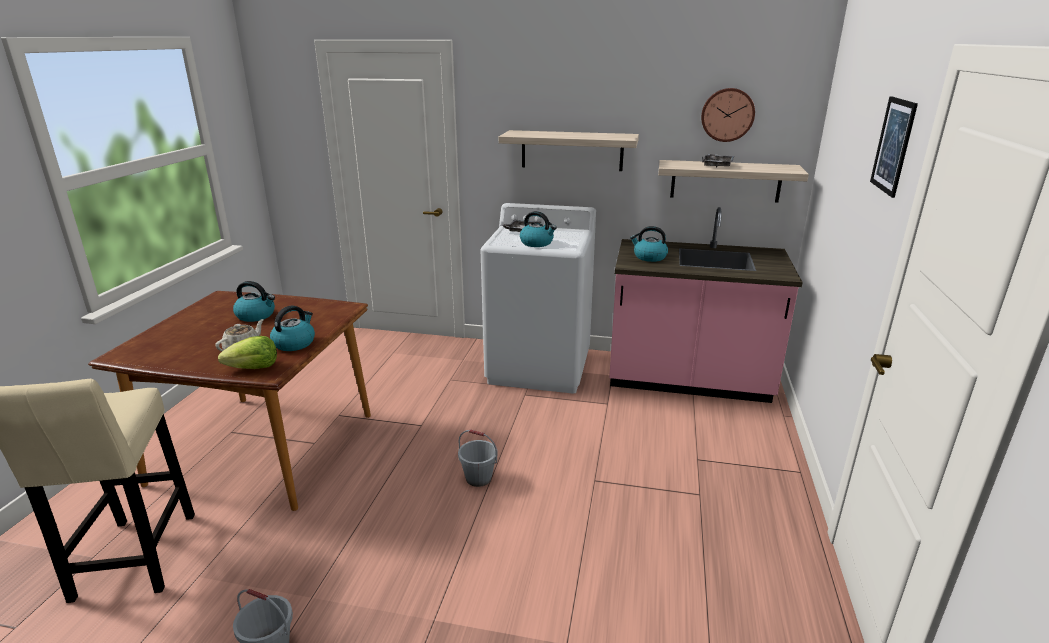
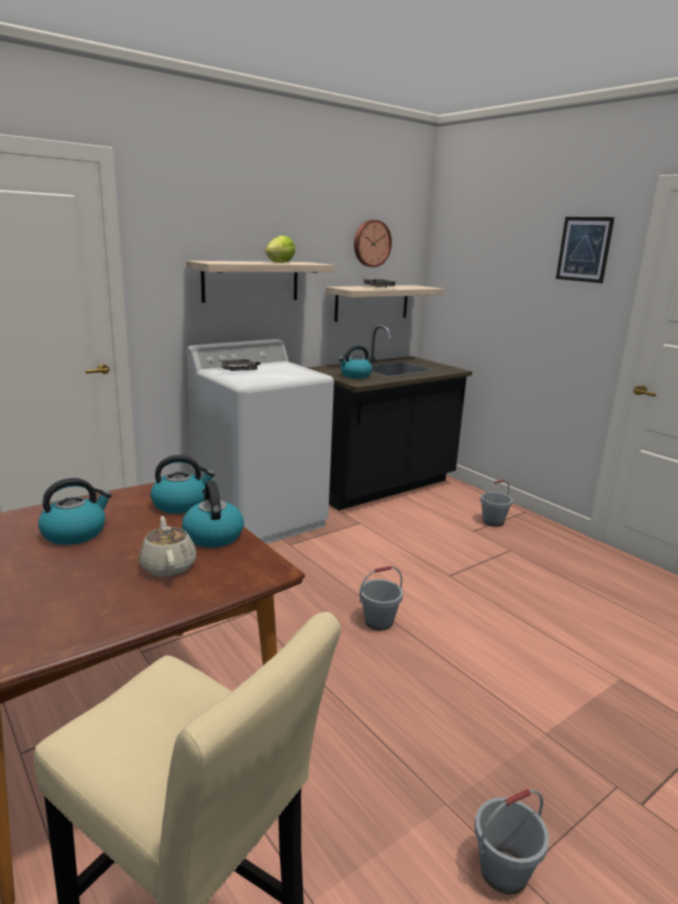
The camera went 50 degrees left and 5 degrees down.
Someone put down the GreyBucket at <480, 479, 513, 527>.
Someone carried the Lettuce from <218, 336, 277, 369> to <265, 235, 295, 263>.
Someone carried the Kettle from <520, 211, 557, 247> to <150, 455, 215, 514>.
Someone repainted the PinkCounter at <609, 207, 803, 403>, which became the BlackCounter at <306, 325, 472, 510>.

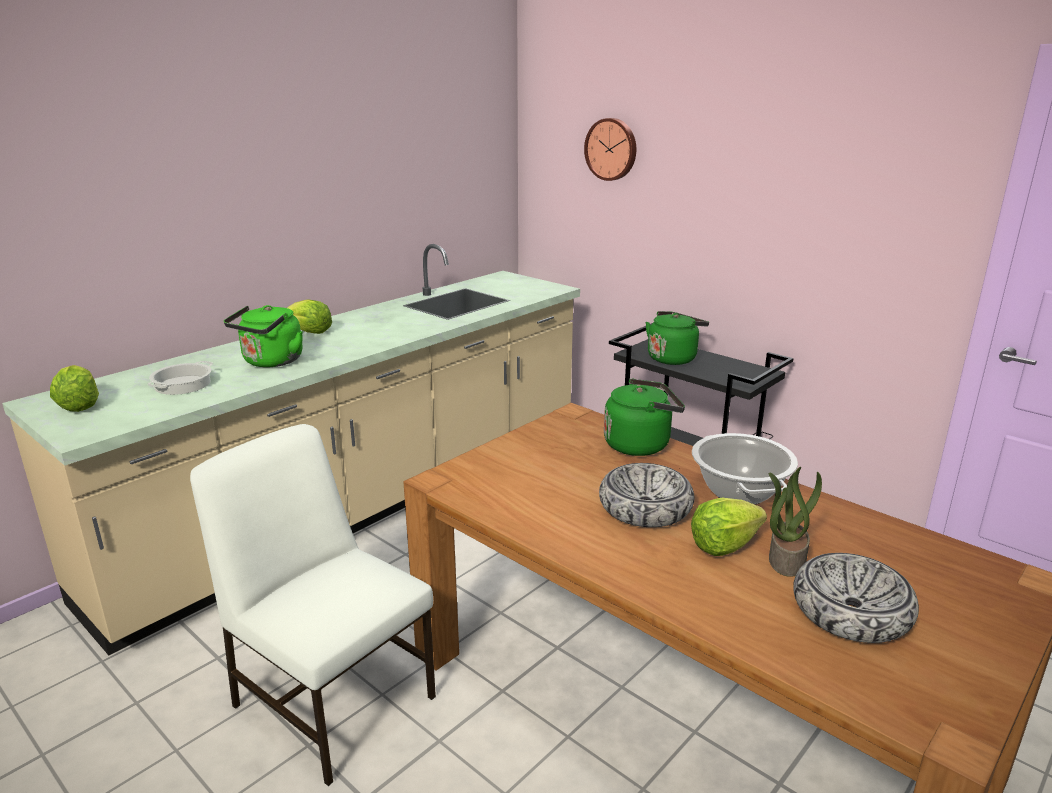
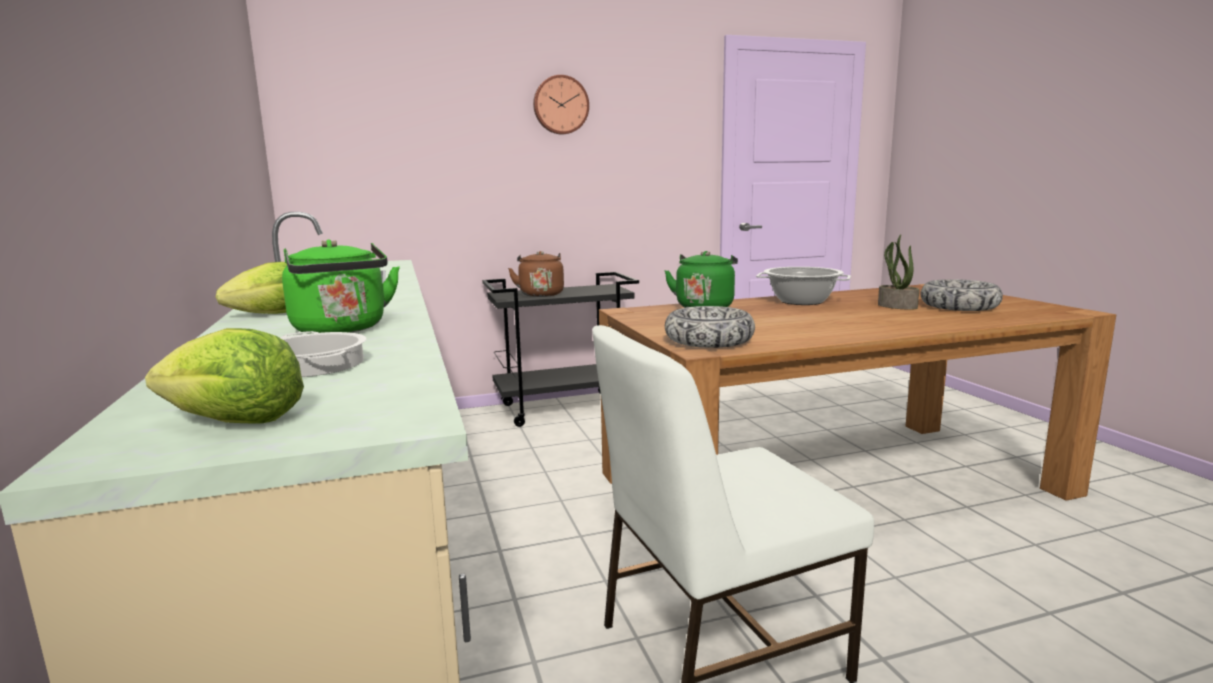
The camera went 60 degrees left and 10 degrees down.
Someone took away the Lettuce at <691, 498, 767, 556>.
Someone carried the WallClock from <584, 118, 636, 181> to <533, 75, 589, 135>.
Someone carried the Bowl from <599, 463, 694, 527> to <665, 306, 755, 348>.
Someone repainted the GreenKettle at <645, 311, 709, 365>, which became the BrownKettle at <508, 251, 564, 297>.

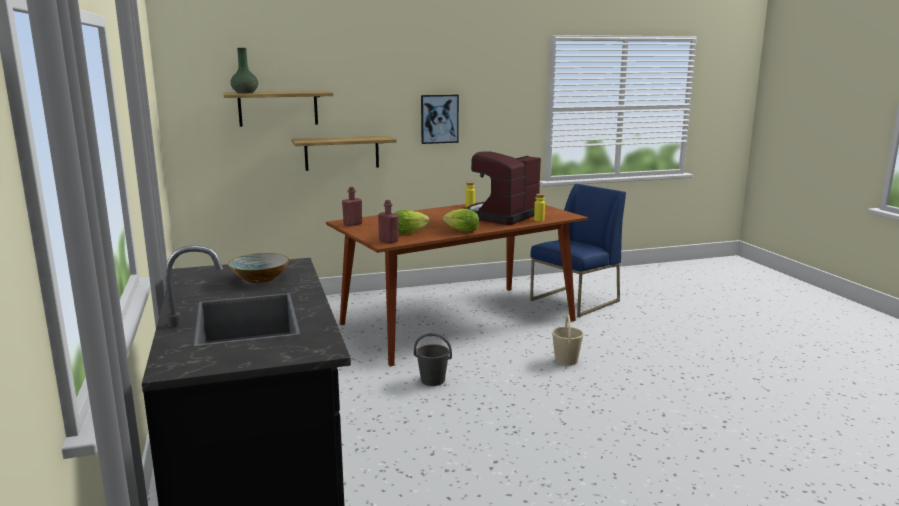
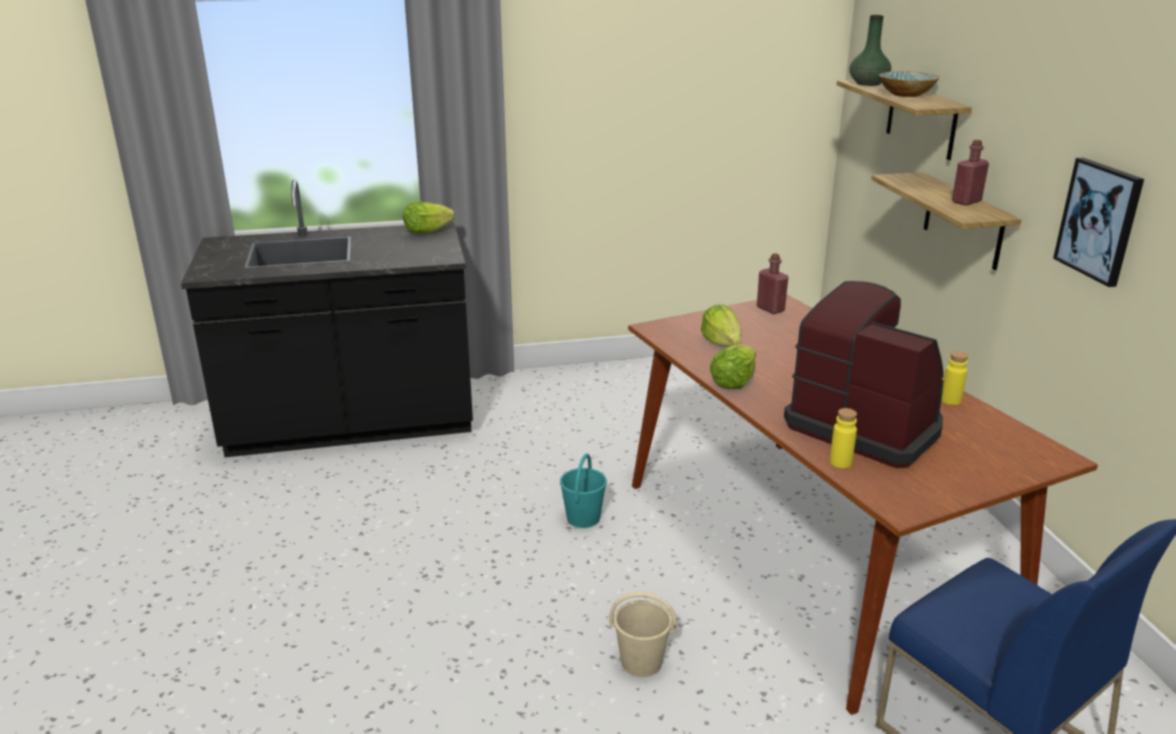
The camera went 95 degrees right and 10 degrees up.
Someone put down the Lettuce at <403, 202, 455, 234>.
Someone carried the Bowl from <228, 253, 289, 283> to <879, 71, 939, 97>.
Someone carried the RedBottle from <378, 200, 399, 243> to <952, 140, 989, 206>.
Someone repainted the GreyBucket at <414, 333, 452, 386>, which became the TurquoiseBucket at <560, 454, 607, 528>.

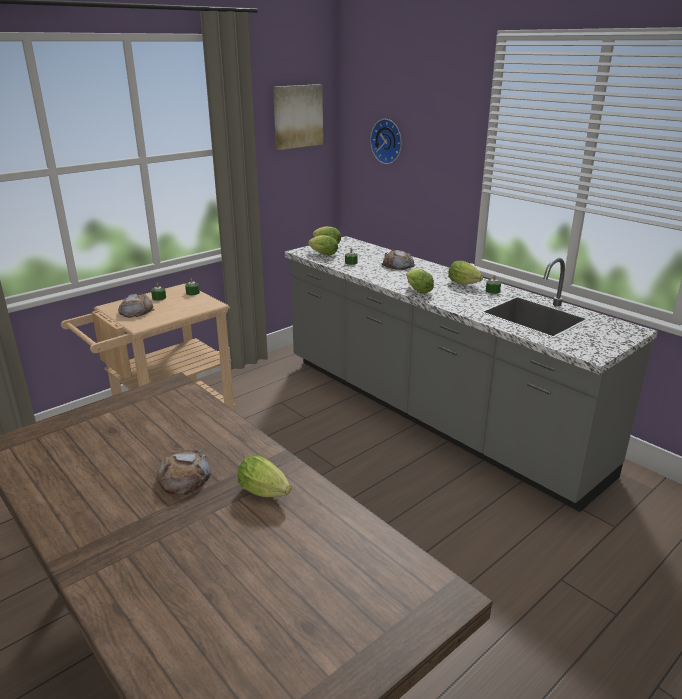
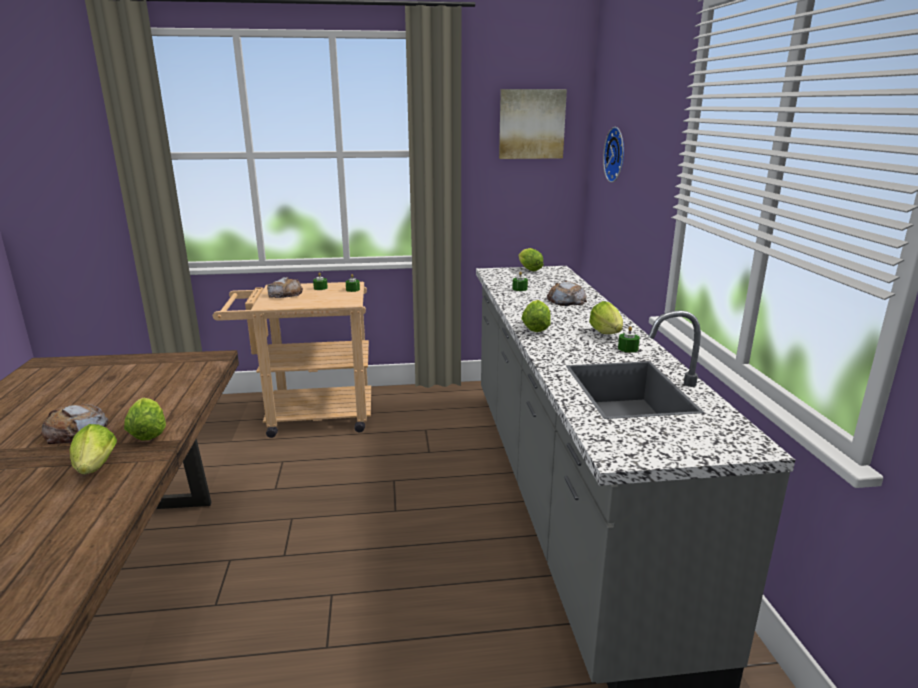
The camera went 35 degrees right and 5 degrees down.
Someone carried the Lettuce from <308, 235, 338, 256> to <124, 397, 166, 441>.

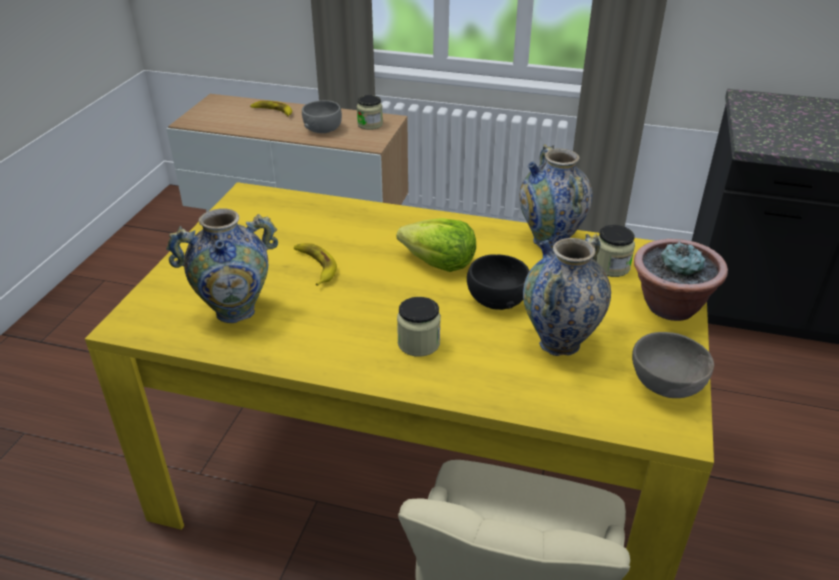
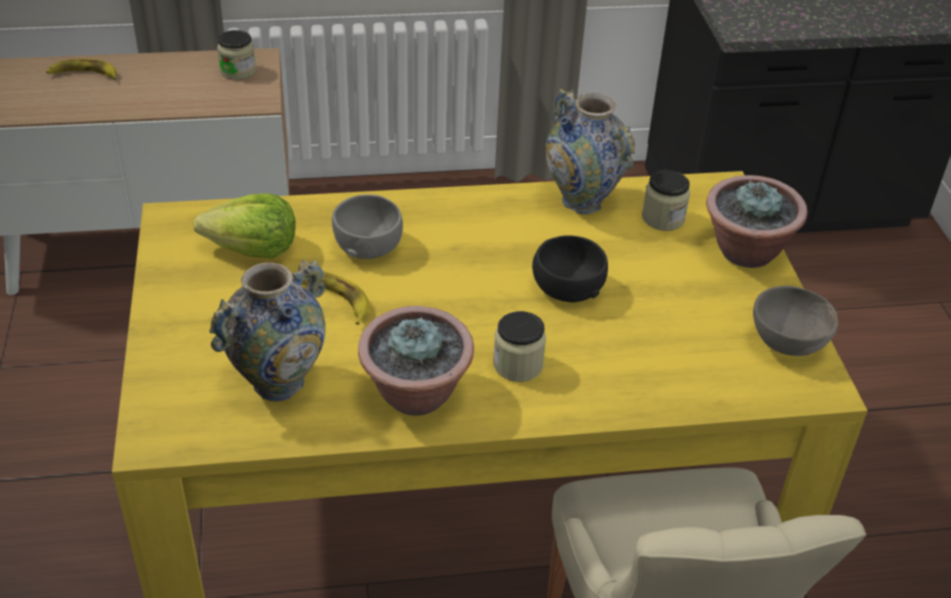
The camera went 25 degrees left and 5 degrees up.
Someone took away the Vase at <523, 234, 611, 356>.
Someone put down the PottedPlant at <358, 306, 474, 416>.
Someone carried the GreyBowl from <302, 100, 342, 133> to <332, 194, 403, 259>.
Someone carried the Lettuce from <397, 218, 476, 272> to <194, 193, 296, 259>.

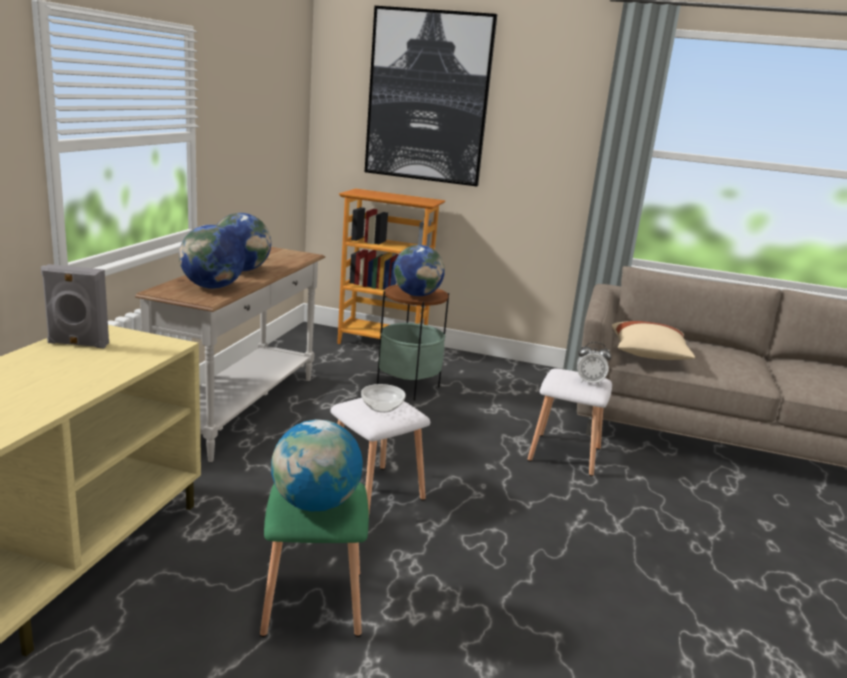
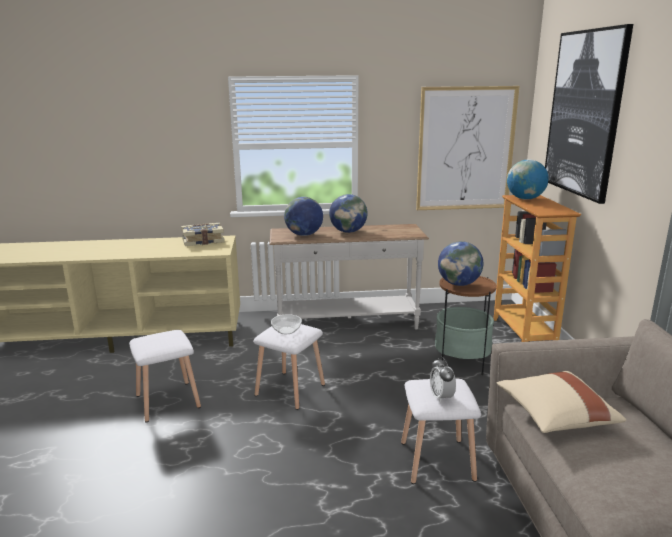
The camera went 70 degrees right and 0 degrees up.
Someone put up the Picture at <416, 86, 519, 210>.
Someone carried the Globe from <271, 419, 363, 511> to <507, 160, 549, 200>.
Someone swapped the GreySpeaker at <41, 264, 109, 348> for the Book at <181, 223, 225, 246>.
Someone repainted the GreenStool at <260, 482, 369, 637>, which became the WhiteStool at <129, 330, 201, 422>.

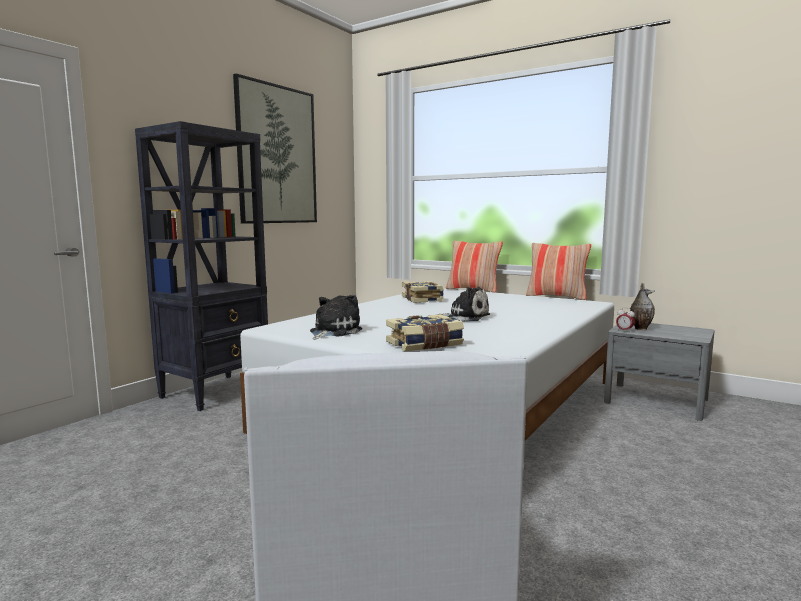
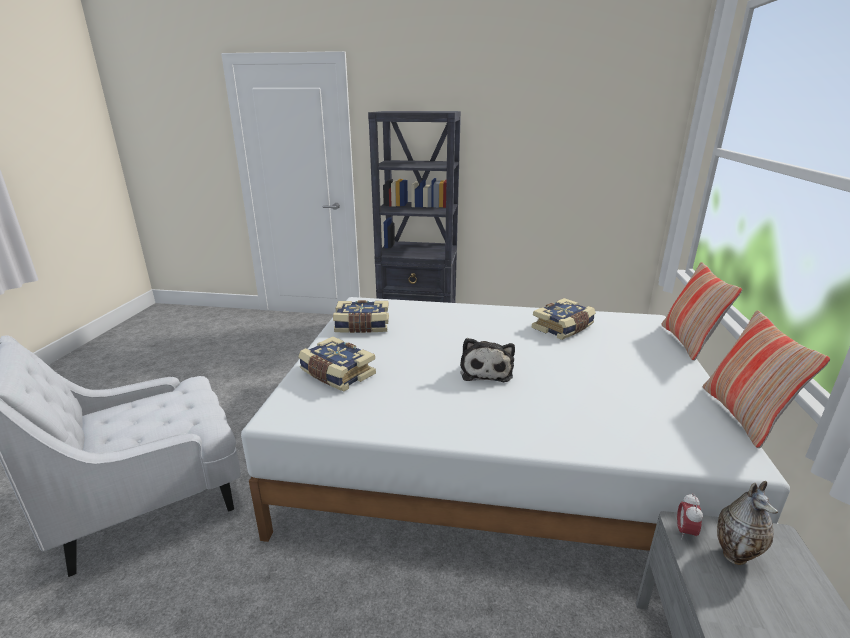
The camera went 65 degrees right and 15 degrees up.
Someone took away the Picture at <233, 73, 317, 224>.
Someone swapped the PlushToy at <310, 295, 362, 339> for the Book at <333, 300, 389, 333>.

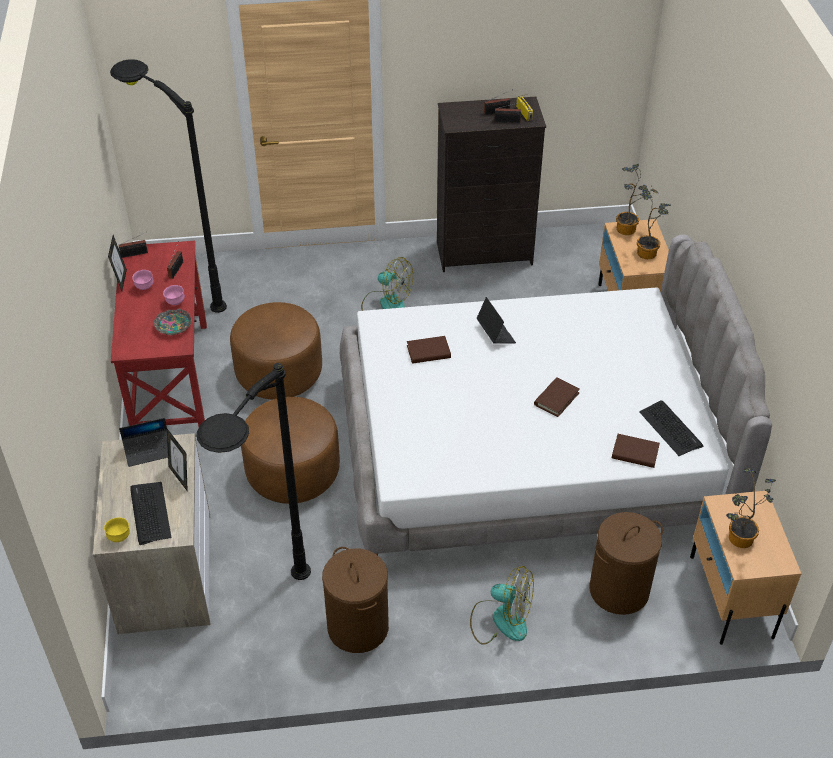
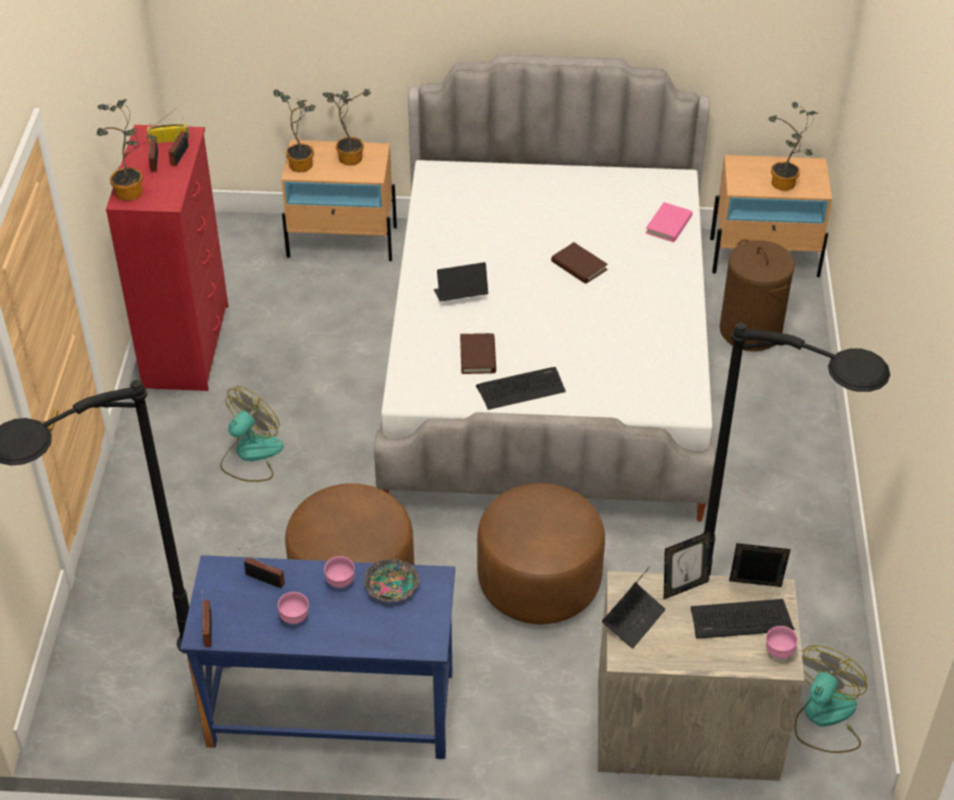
The camera went 80 degrees left and 0 degrees up.
Someone took away the BrownLaundryBasket at <322, 547, 389, 653>.
Someone put down the PottedPlant at <97, 99, 157, 201>.
Someone carried the PictureFrame from <108, 235, 127, 291> to <729, 543, 791, 587>.
Someone carried the Fan from <470, 566, 534, 645> to <794, 645, 867, 753>.
Someone carried the Keyboard from <639, 400, 704, 456> to <476, 367, 566, 410>.
Someone repainted the YellowBowl at <104, 517, 130, 542>, which became the PinkBowl at <766, 626, 798, 659>.
Someone repainted the RedDesk at <111, 241, 207, 426>, which became the BlueDesk at <180, 555, 455, 759>.
Someone repainted the BlackDresser at <437, 96, 546, 272>, which became the RedDresser at <106, 125, 228, 391>.
Someone repainted the BrownBook at <612, 434, 660, 468>, which became the PinkBook at <646, 202, 693, 242>.
Someone rotated the Laptop at <119, 418, 168, 467> by 45 degrees clockwise.

